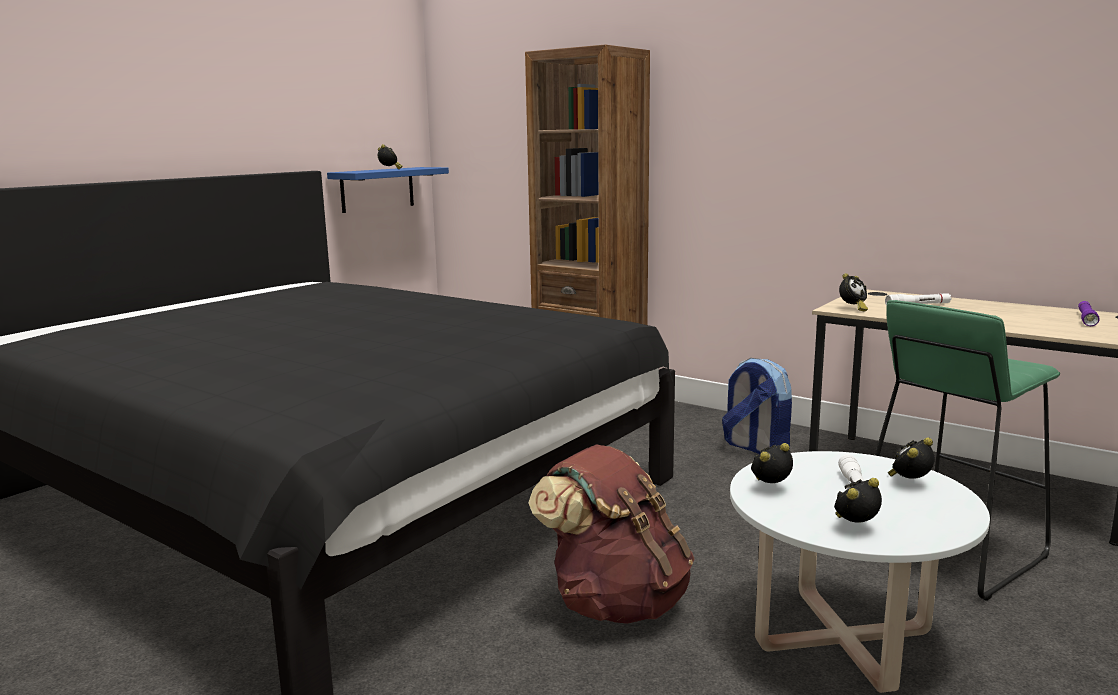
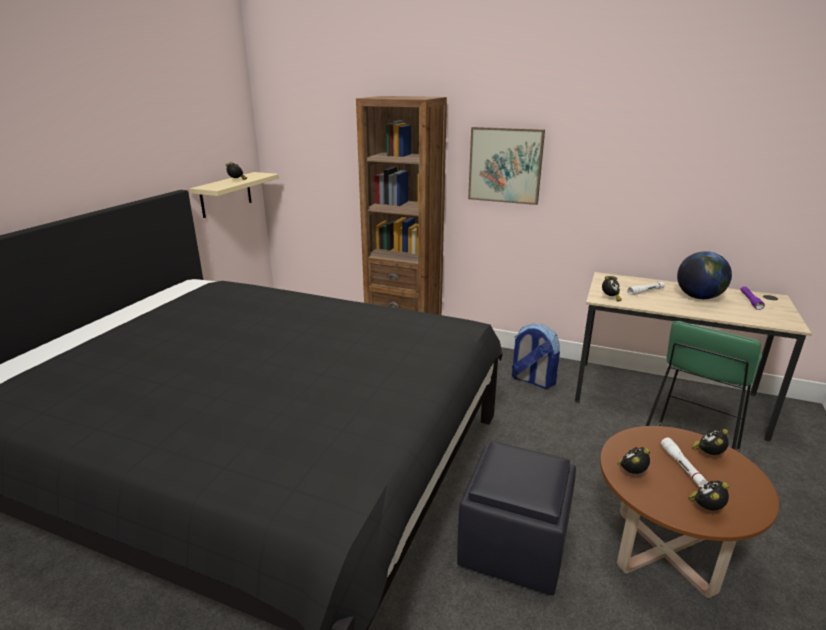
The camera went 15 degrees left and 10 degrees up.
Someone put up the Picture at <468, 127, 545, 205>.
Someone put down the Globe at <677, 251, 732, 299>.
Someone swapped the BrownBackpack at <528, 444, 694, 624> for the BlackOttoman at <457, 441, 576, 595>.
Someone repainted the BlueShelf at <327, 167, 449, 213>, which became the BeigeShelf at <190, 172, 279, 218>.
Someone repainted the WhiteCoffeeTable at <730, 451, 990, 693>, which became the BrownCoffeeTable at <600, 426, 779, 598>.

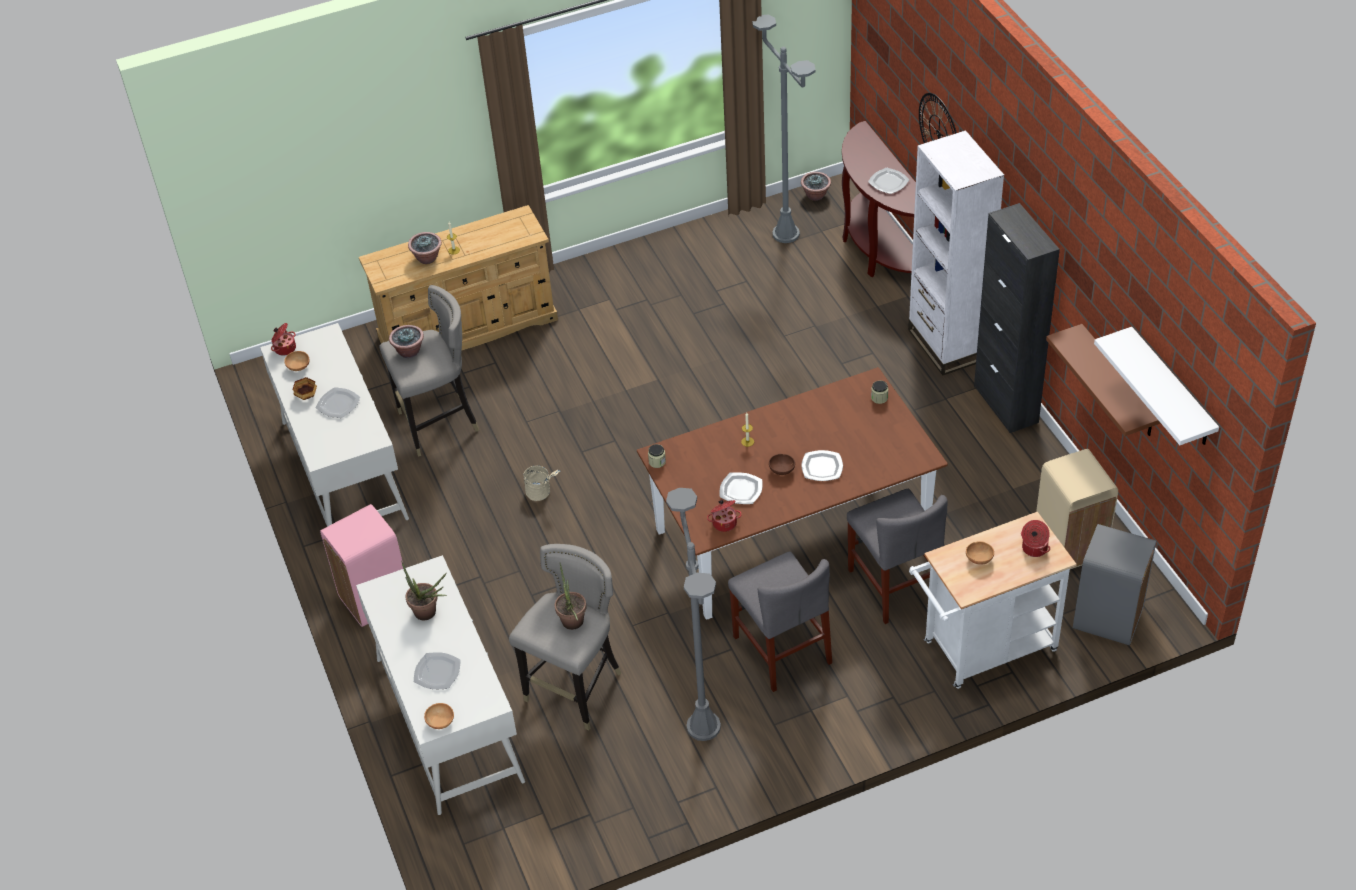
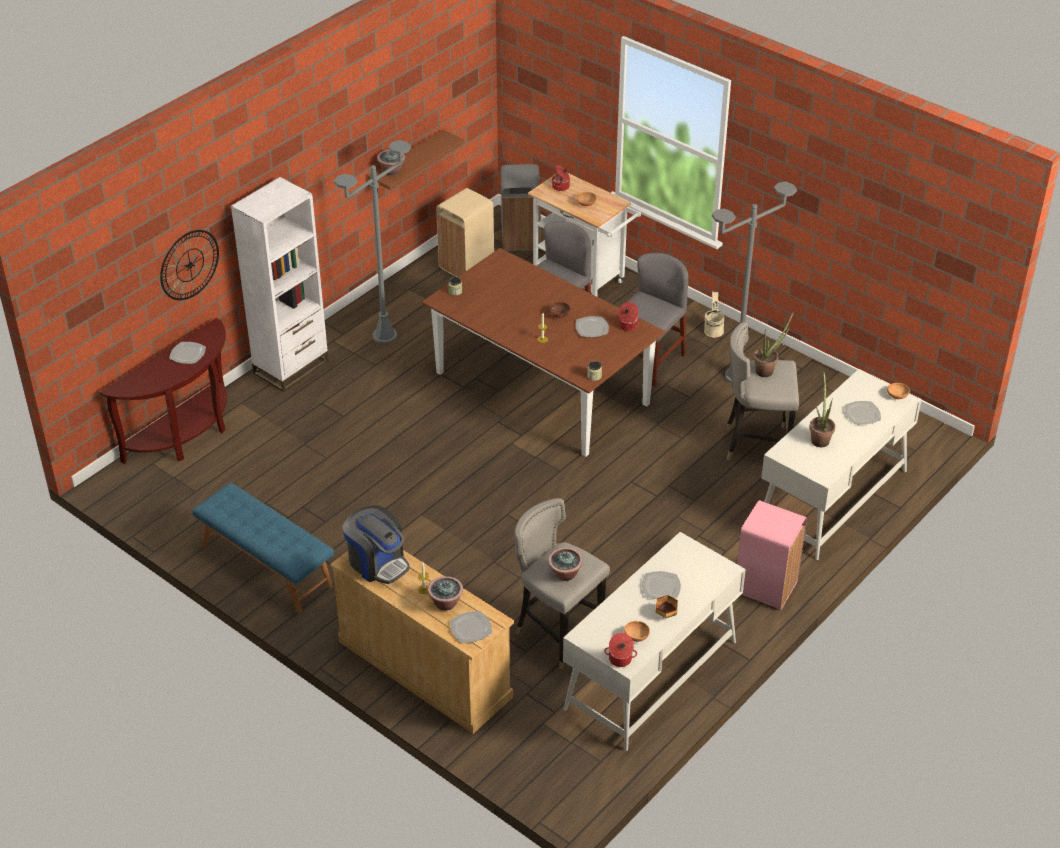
The camera went 120 degrees left and 5 degrees down.
Someone took away the BlackCabinet at <974, 203, 1060, 433>.
Someone took away the WhiteShelf at <1094, 327, 1219, 445>.
Someone put down the BlueBench at <192, 483, 334, 613>.
Someone put down the CoffeeMachine at <343, 505, 410, 584>.
Someone carried the BeigeBucket from <524, 466, 561, 501> to <704, 291, 725, 338>.
Someone carried the GreyFloorLamp from <752, 14, 816, 243> to <334, 140, 411, 344>.
Someone carried the PottedPlant from <801, 172, 831, 201> to <377, 150, 405, 176>.
Someone carried the Plate from <801, 450, 843, 481> to <450, 611, 492, 643>.

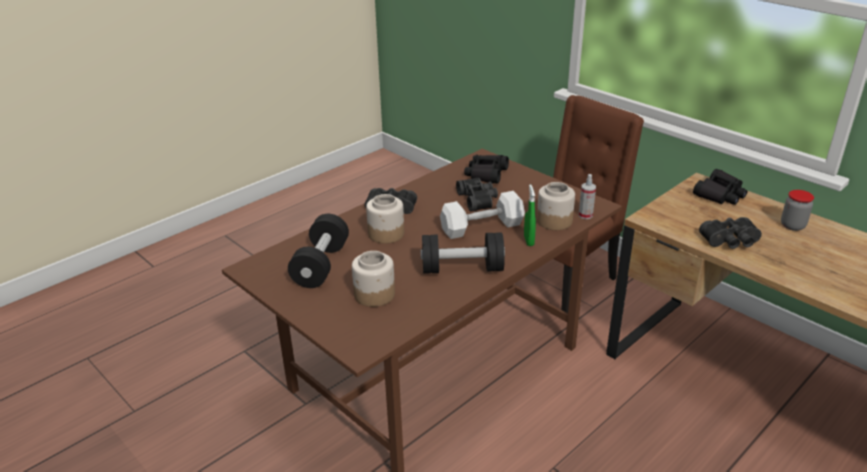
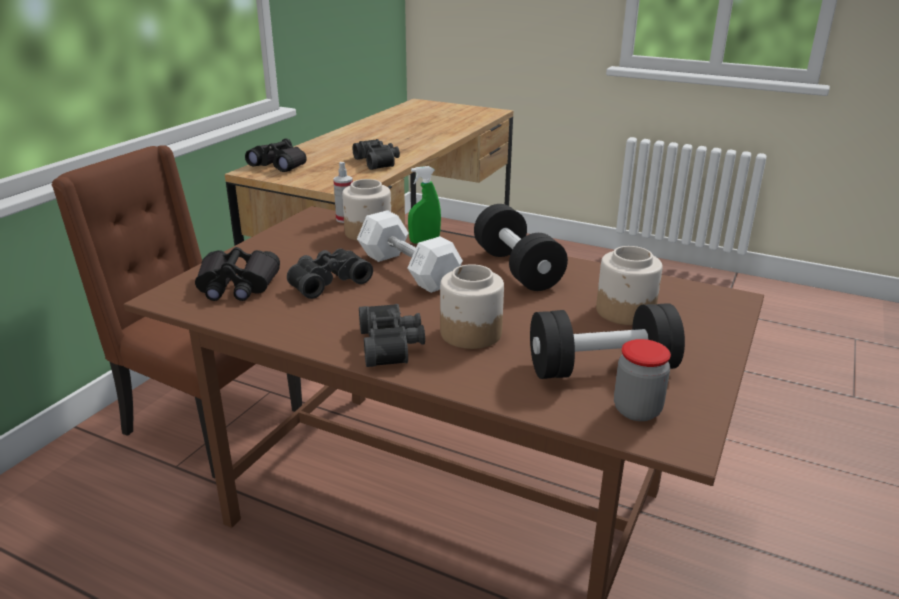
The camera went 110 degrees left and 5 degrees down.
Someone carried the Jar from <781, 190, 814, 231> to <614, 339, 671, 421>.

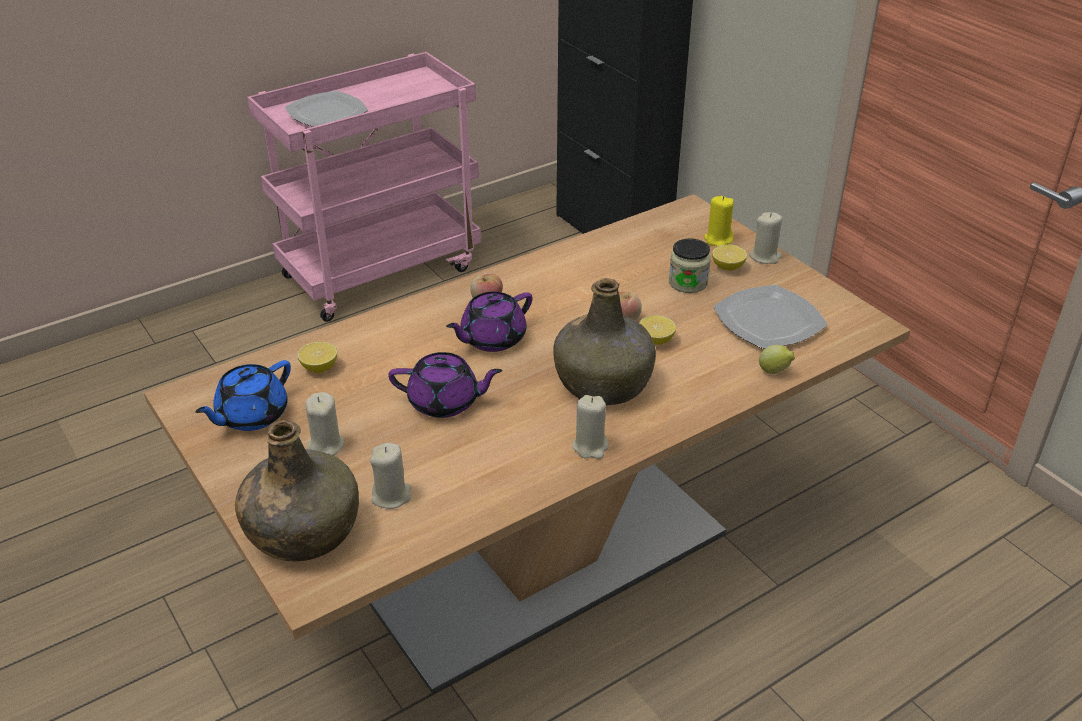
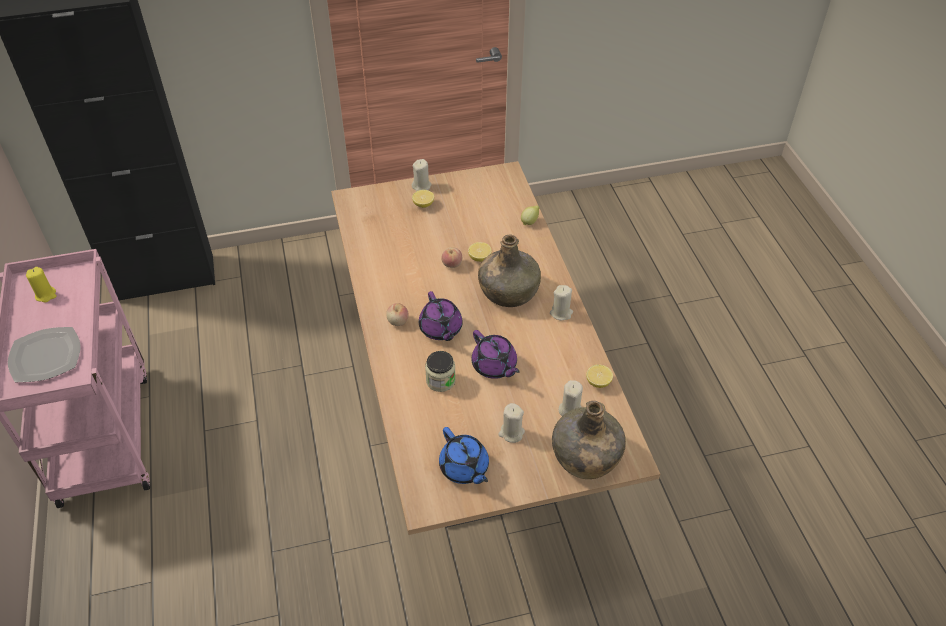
The camera went 70 degrees left and 10 degrees up.
Someone took away the Plate at <713, 285, 828, 349>.
Someone carried the Lemon from <298, 342, 337, 373> to <586, 364, 613, 388>.
Someone carried the Jar from <669, 238, 711, 293> to <425, 351, 456, 392>.
Someone carried the YellowCandle from <704, 196, 734, 247> to <26, 267, 56, 302>.
Someone rotated the PurpleTeapot at <388, 352, 502, 418> by 120 degrees clockwise.

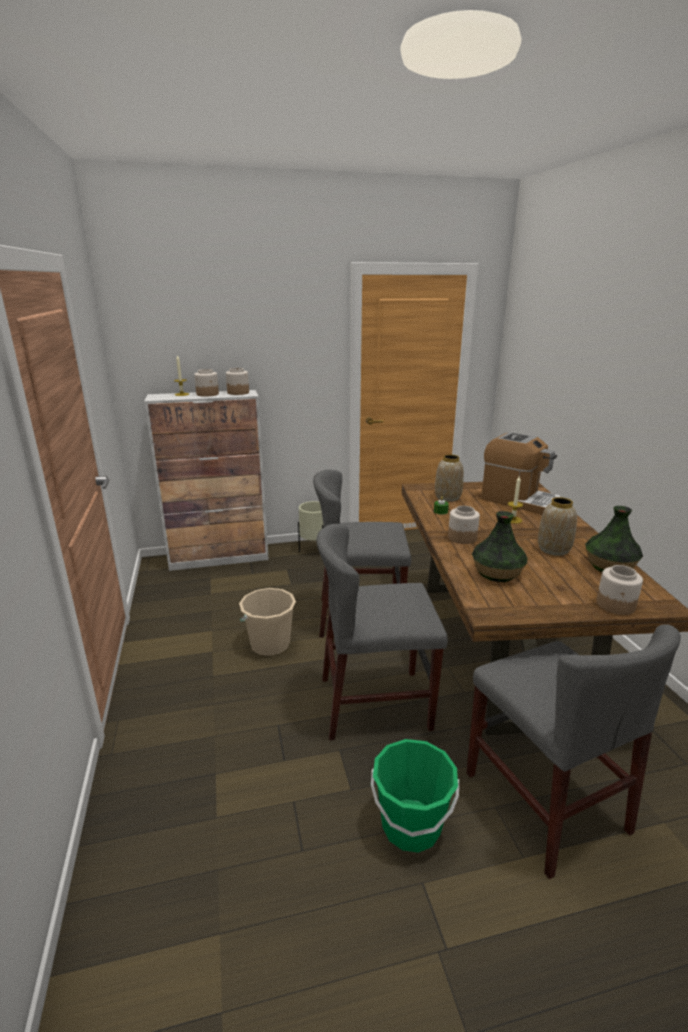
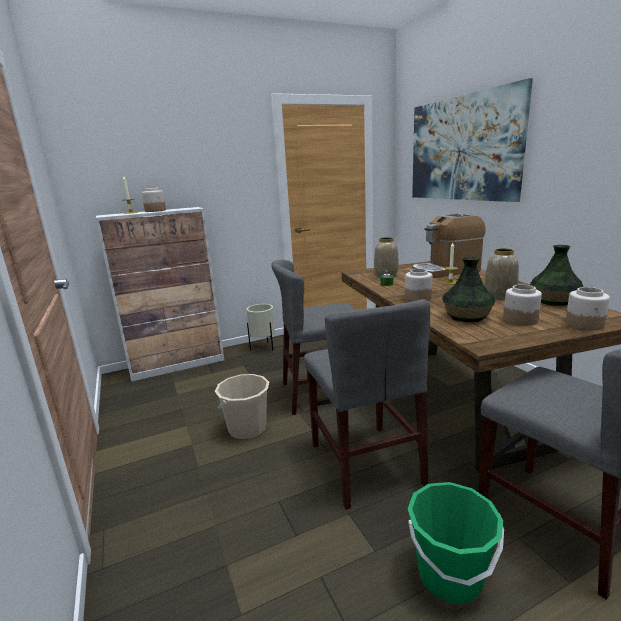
The camera went 10 degrees left and 5 degrees down.
Someone put up the Picture at <412, 78, 533, 202>.
Someone carried the Jar from <226, 368, 249, 395> to <503, 284, 542, 326>.
Someone rotated the GreyChair at <317, 524, 448, 740> by 90 degrees counterclockwise.
Someone rotated the CoffeeMachine at <481, 432, 561, 515> by 135 degrees clockwise.

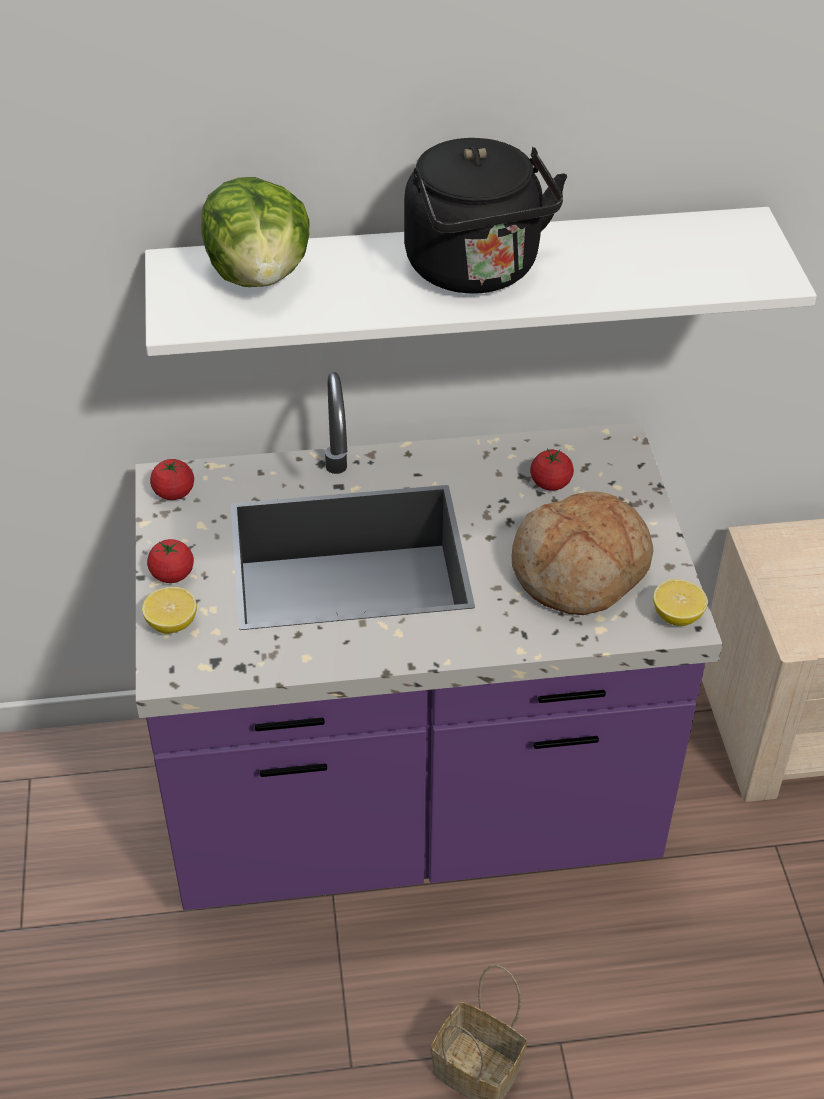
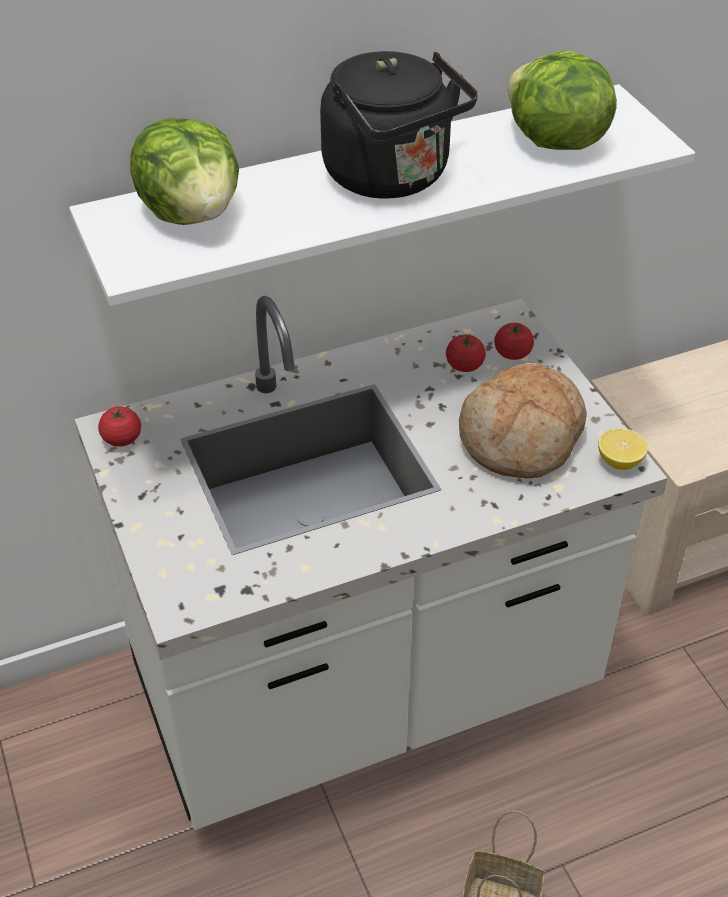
The camera went 15 degrees left and 0 degrees up.
Someone took away the Lemon at <142, 587, 197, 634>.
Someone put down the Lettuce at <508, 51, 617, 150>.
Someone carried the Tomato from <147, 539, 194, 583> to <494, 323, 534, 360>.
Someone repainted the PurpleCounter at <136, 372, 723, 910>, which became the WhiteCounter at <75, 296, 667, 830>.

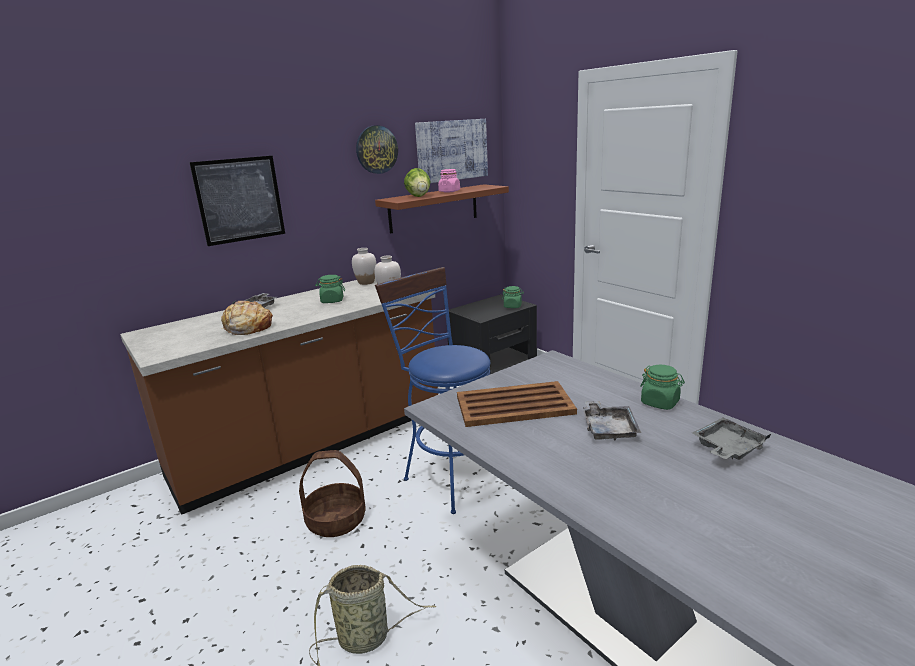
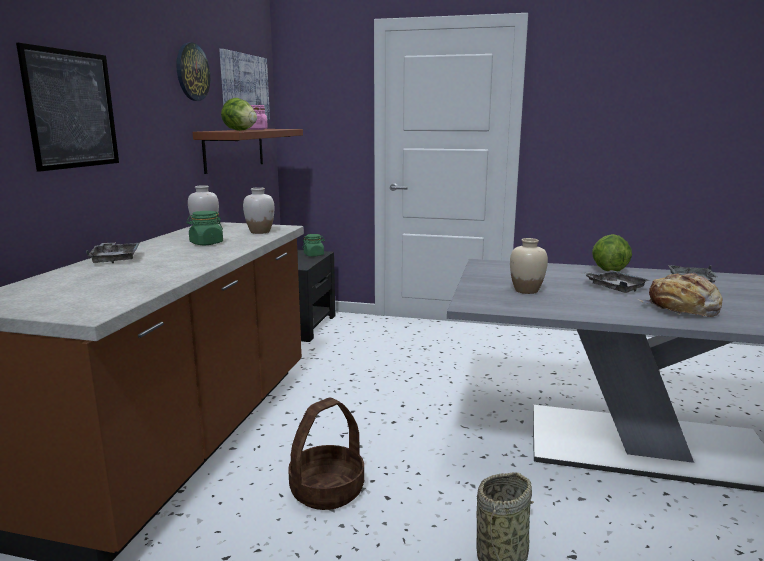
The camera went 40 degrees left and 5 degrees down.
Someone took away the BlueStool at <375, 267, 490, 514>.
Someone carried the Bread from <221, 301, 273, 335> to <638, 273, 722, 317>.
Someone swapped the BrownTray at <457, 381, 577, 427> for the BeigeVase at <510, 238, 548, 294>.
Someone swapped the GreenJar at <640, 365, 685, 410> for the Lettuce at <592, 234, 632, 272>.

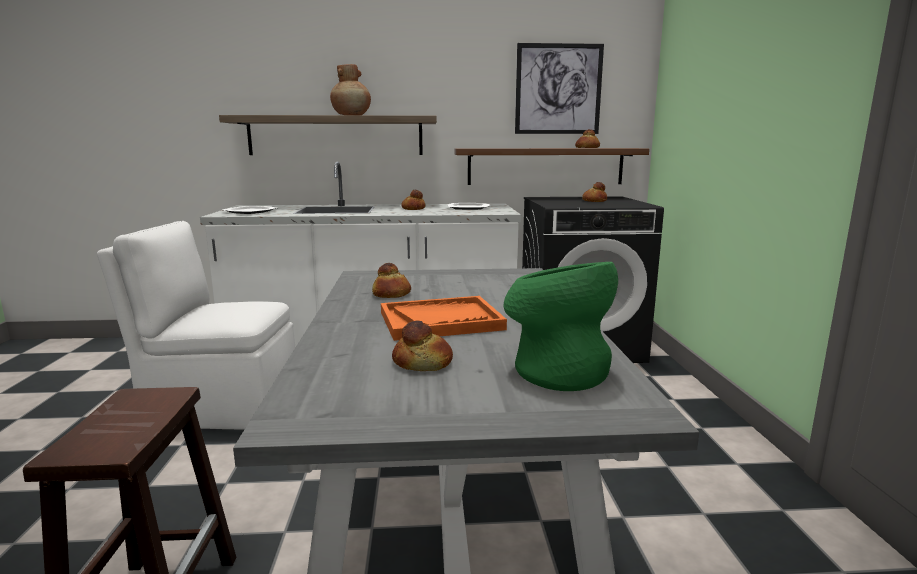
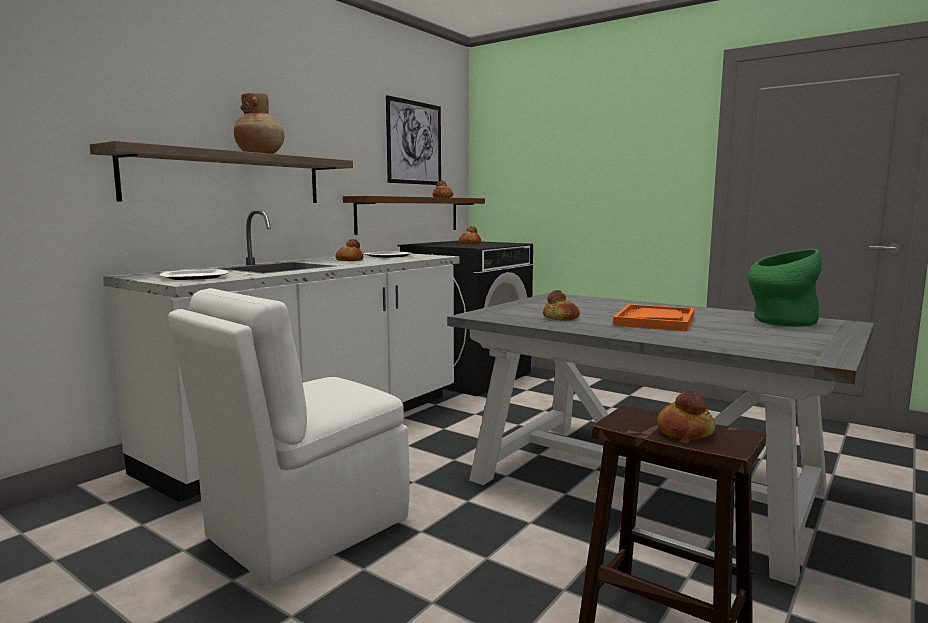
The camera went 50 degrees left and 5 degrees down.
Someone carried the Bread from <392, 321, 453, 371> to <657, 390, 716, 439>.

